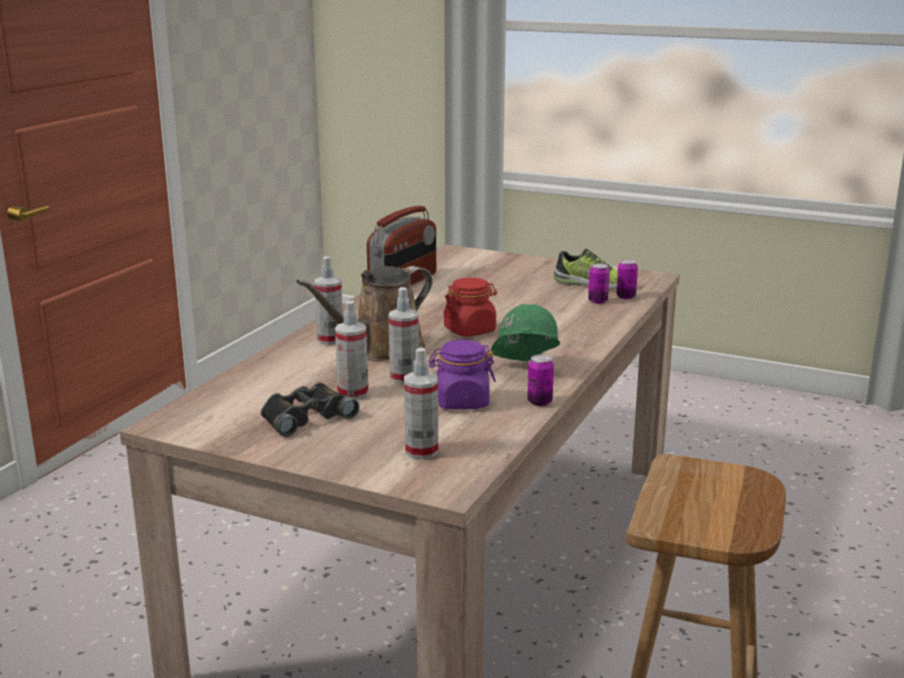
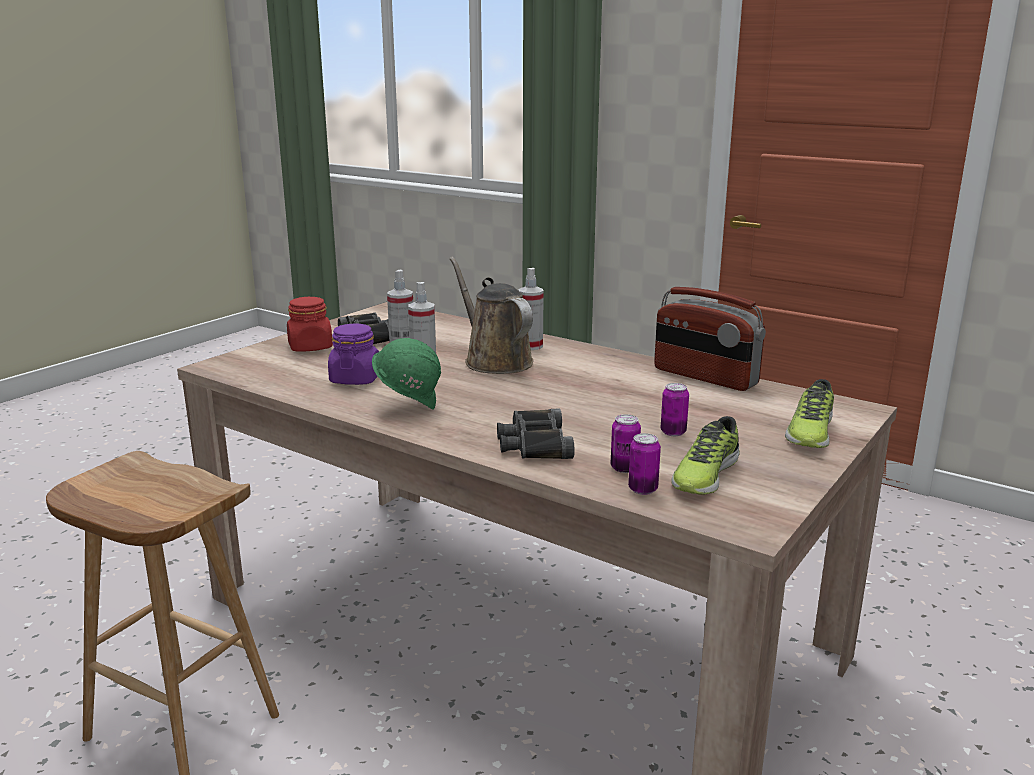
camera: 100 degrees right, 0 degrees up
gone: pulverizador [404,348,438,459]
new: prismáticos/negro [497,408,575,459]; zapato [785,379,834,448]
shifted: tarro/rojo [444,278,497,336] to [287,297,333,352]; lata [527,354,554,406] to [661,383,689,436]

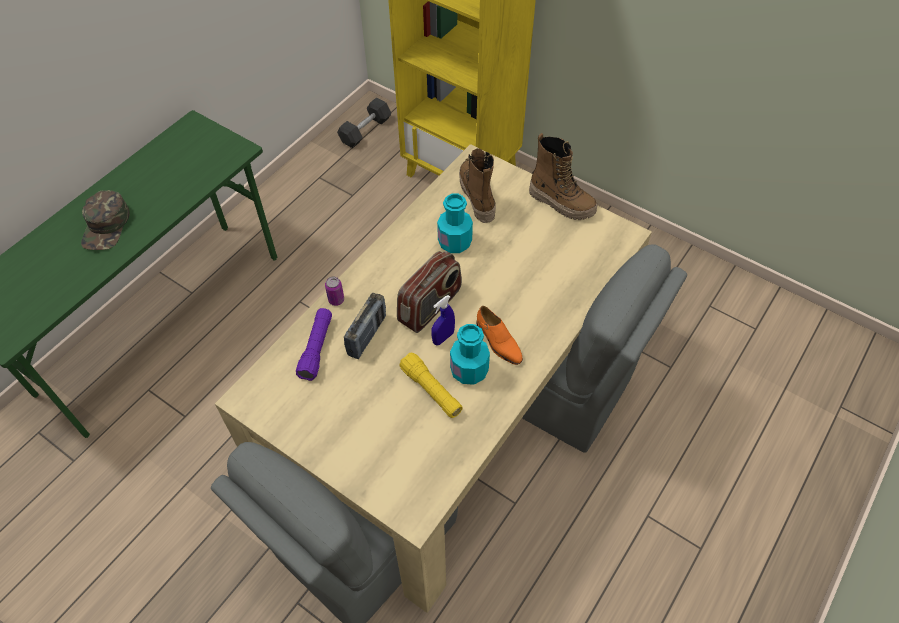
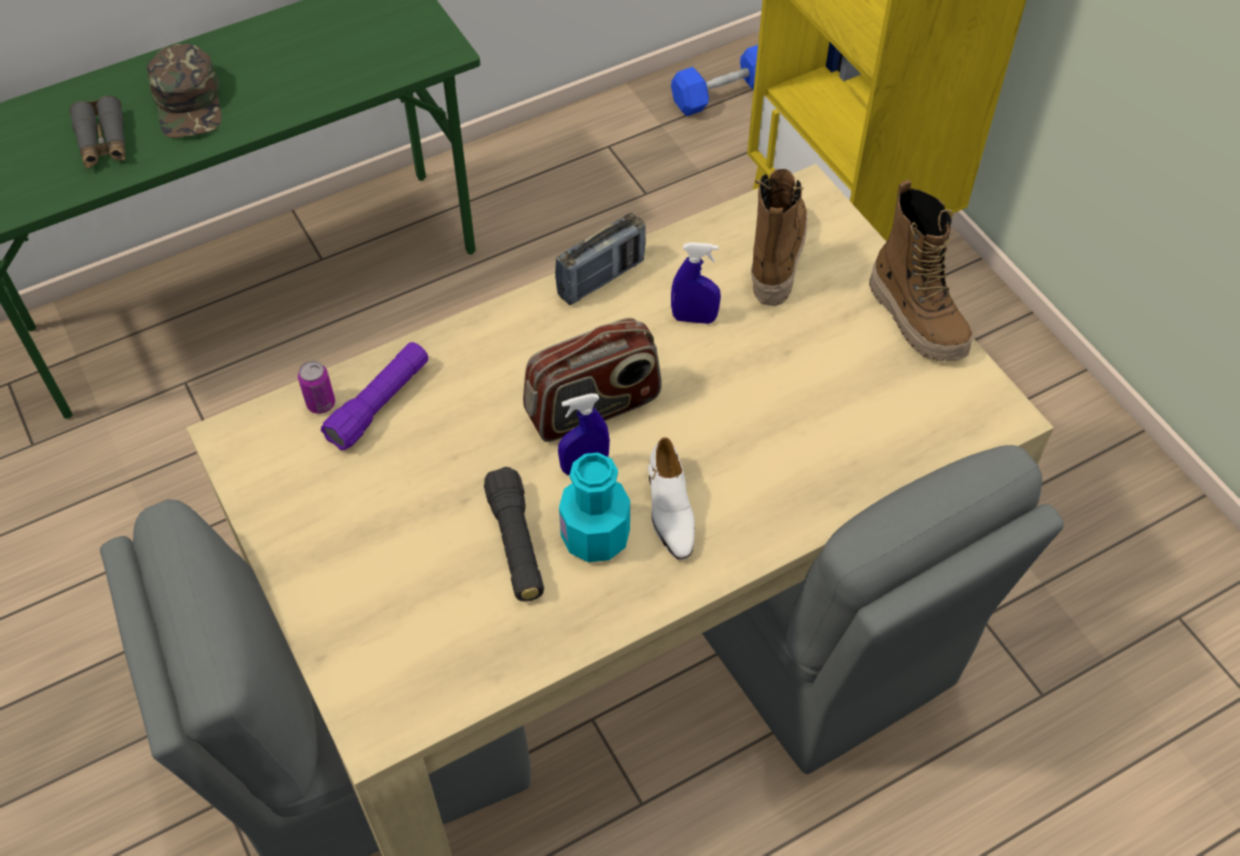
camera: 25 degrees right, 0 degrees up
new: prismáticos/gris [70,96,125,169]
shifted: lata [325,277,344,306] to [298,361,335,414]; radio [344,293,386,359] to [555,213,646,305]
swapped: botella/turquesa [437,193,473,253] to pulverizador/azul [671,242,721,324]
repainted: mancuerna/negro [337,97,392,148] to mancuerna/azul [671,45,758,116]; linterna/amarillo [399,353,463,418] to linterna/negro [484,467,544,602]; zapato/naranja [476,306,523,365] to zapato/blanco [647,437,695,560]
rotated: gorra/verde [81,190,130,250] = [147,43,221,138] 45 degrees counterclockwise

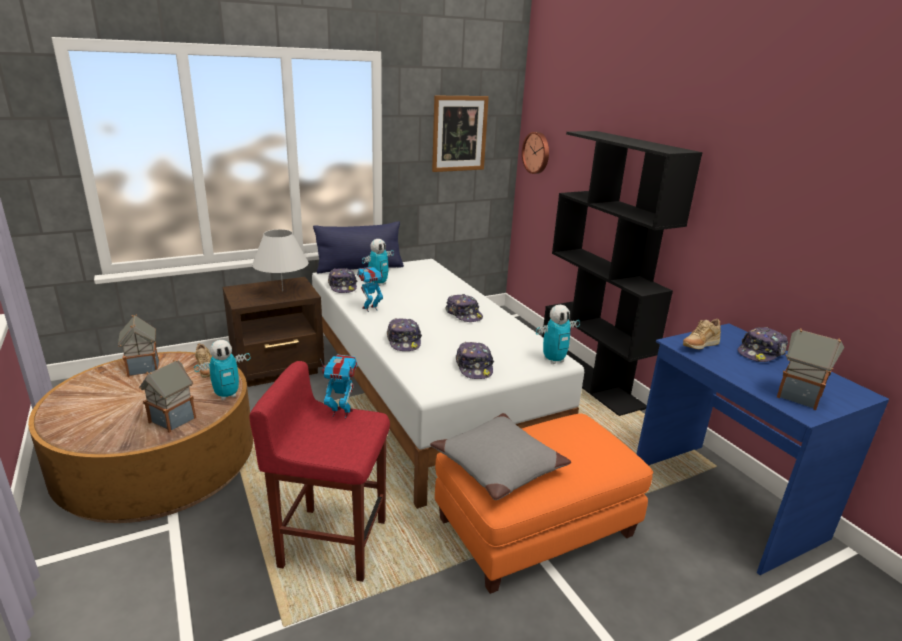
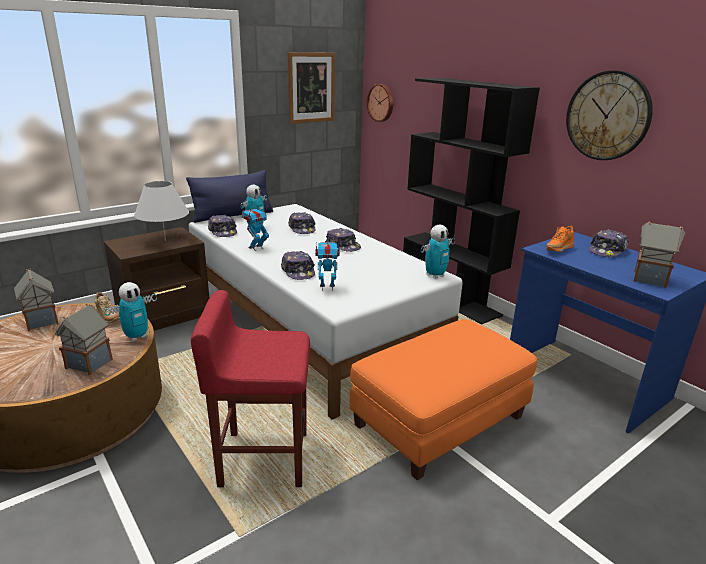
camera: 10 degrees left, 0 degrees up
gone: cojín/gris [430,413,571,500]
new: reloj de pared [566,70,653,160]
shifted: robot de juguete [320,355,358,419] to [315,242,340,291]; gorra [456,342,494,379] to [288,212,316,234]
repainted: zapato/beis [683,319,721,349] to zapato/naranja [546,226,574,252]

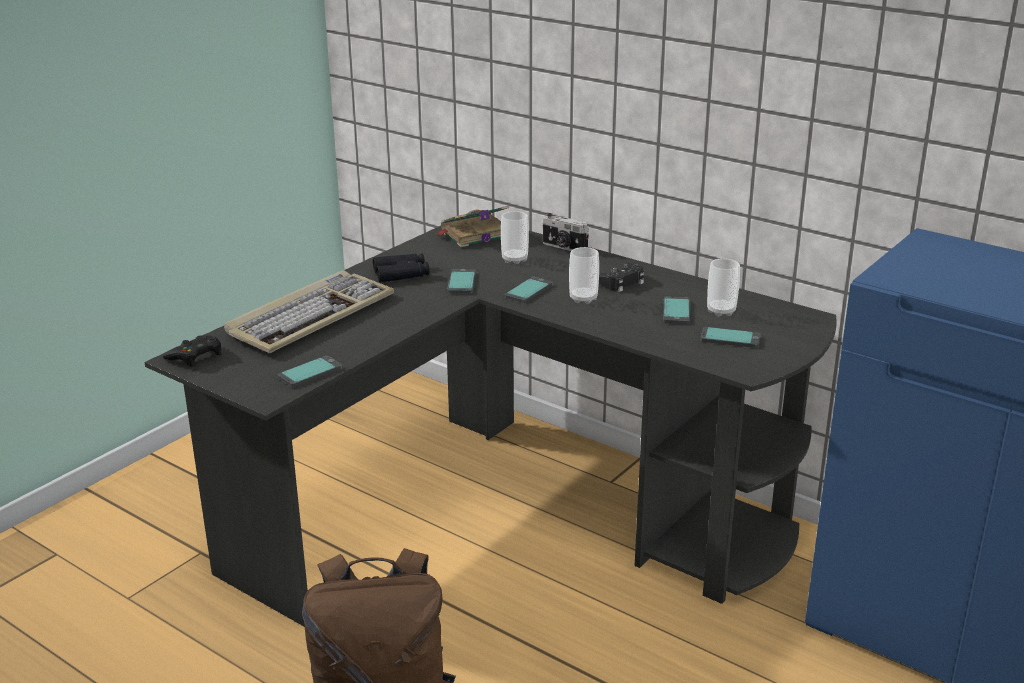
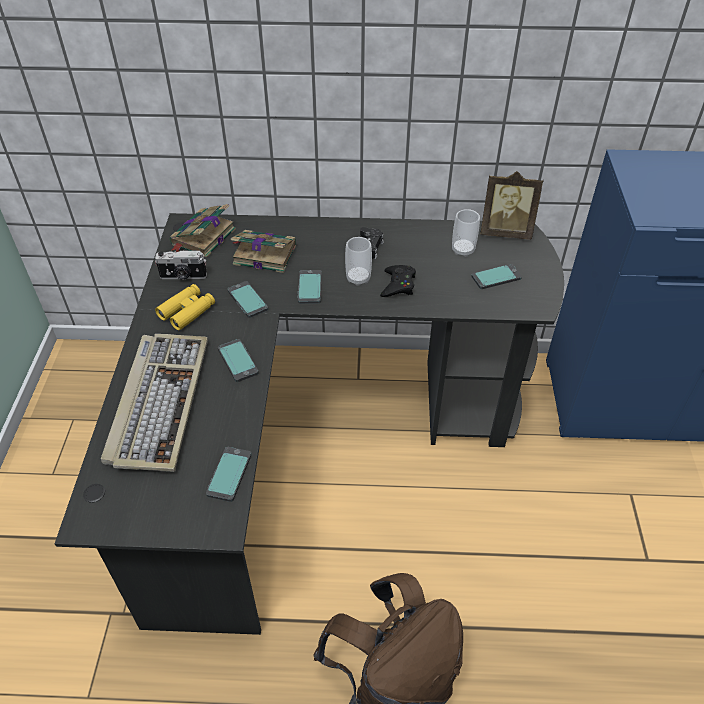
camera: 35 degrees left, 20 degrees up
new: portarretratos [480,171,543,240]
shifted: mando de consola/negro [163,335,221,367] to [380,265,416,297]; cámara [543,213,589,251] to [155,250,207,279]; móvil [663,297,690,324] to [218,339,259,382]
swapped: taza [501,211,529,264] to libro [231,230,296,273]
repainted: prismáticos/negro [373,253,430,282] to prismáticos/amarillo [155,284,215,330]

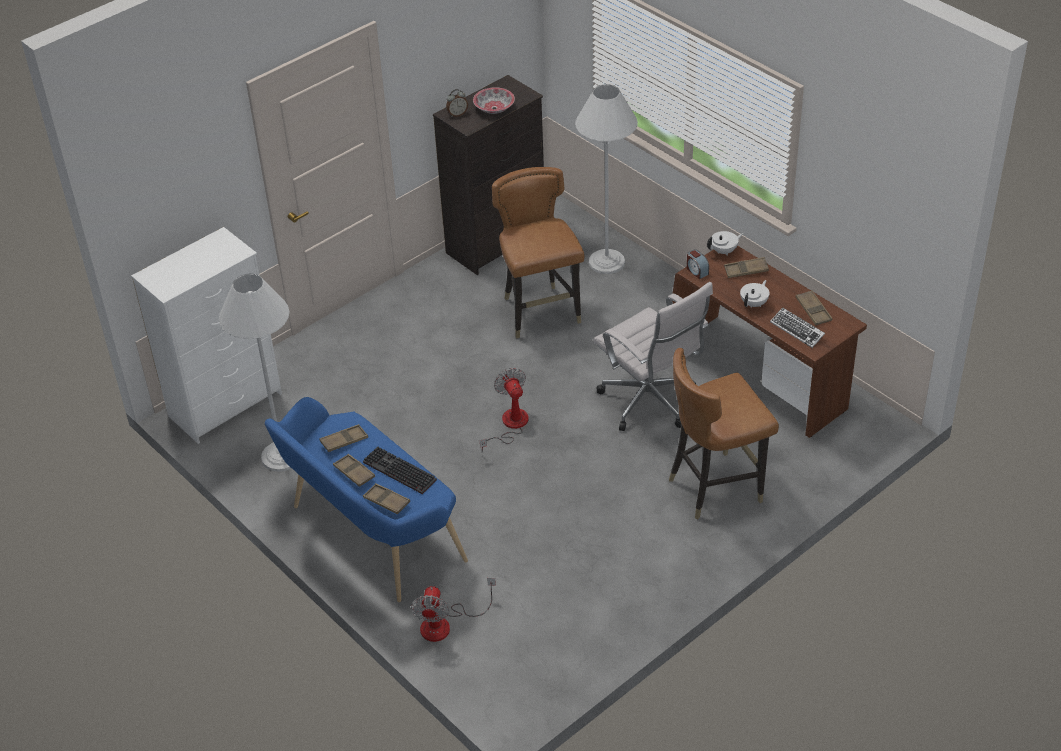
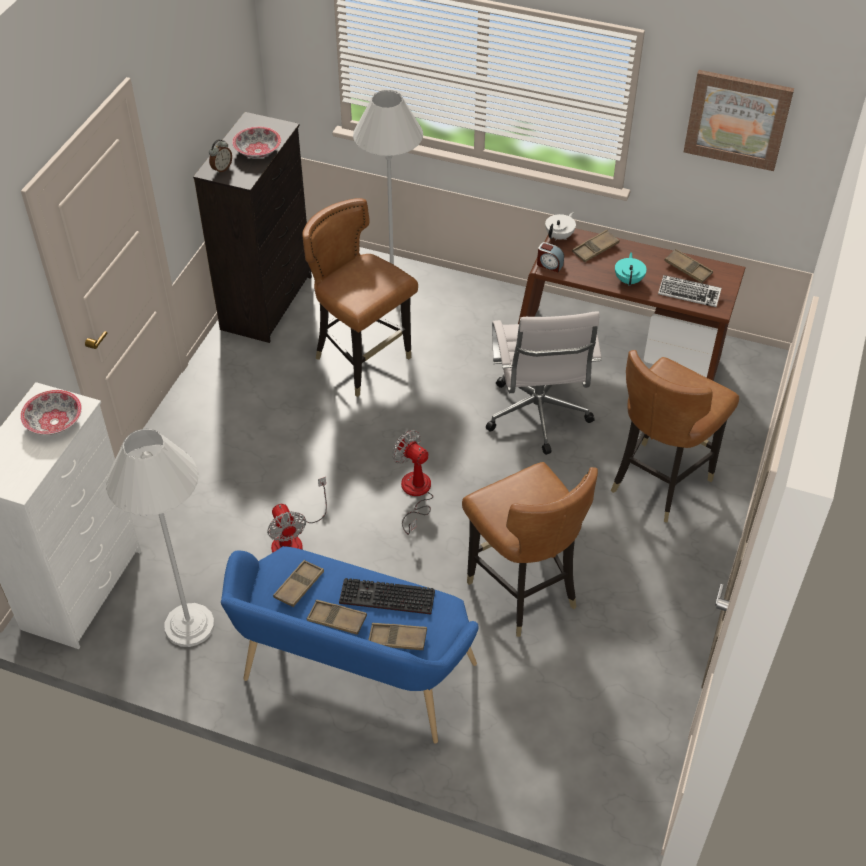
camera: 30 degrees left, 5 degrees up
new: cuenco [20,390,82,435]; silla/marrón [462,462,598,637]; cuadro [684,70,794,171]
shifted: ventilador [411,578,496,642] to [267,477,327,553]
repainted: tetera/blanco [740,280,770,308] to tetera/turquesa [615,252,647,286]
rotated: silla de oficina/blanco [593,282,713,431] = [486,312,601,455] 60 degrees clockwise

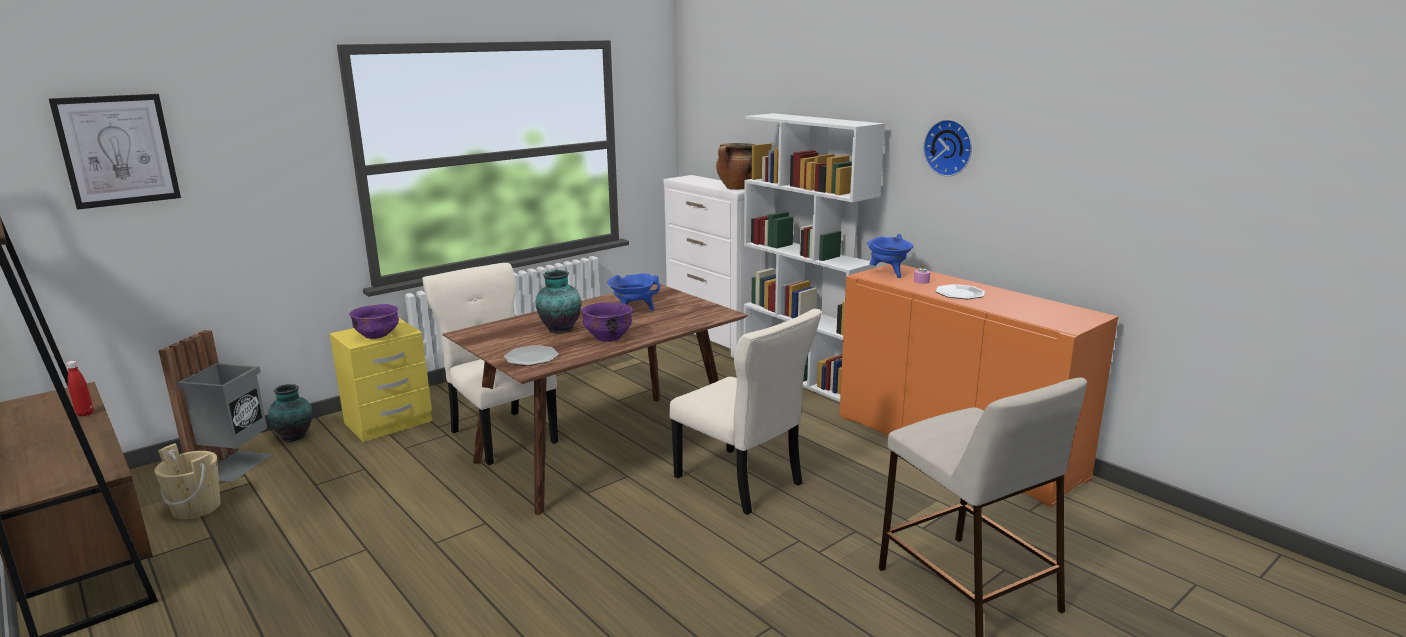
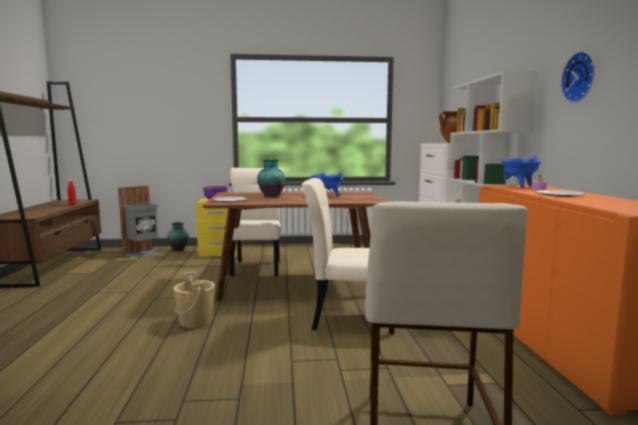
camera: 35 degrees right, 10 degrees down
gone: cuadro [49,94,181,210]; cuenco/morado [581,302,633,342]
shifted: cubo/beis [154,443,220,519] to [174,272,215,328]
rotated: silla/beis [669,309,822,515] = [302,178,394,334] 105 degrees clockwise

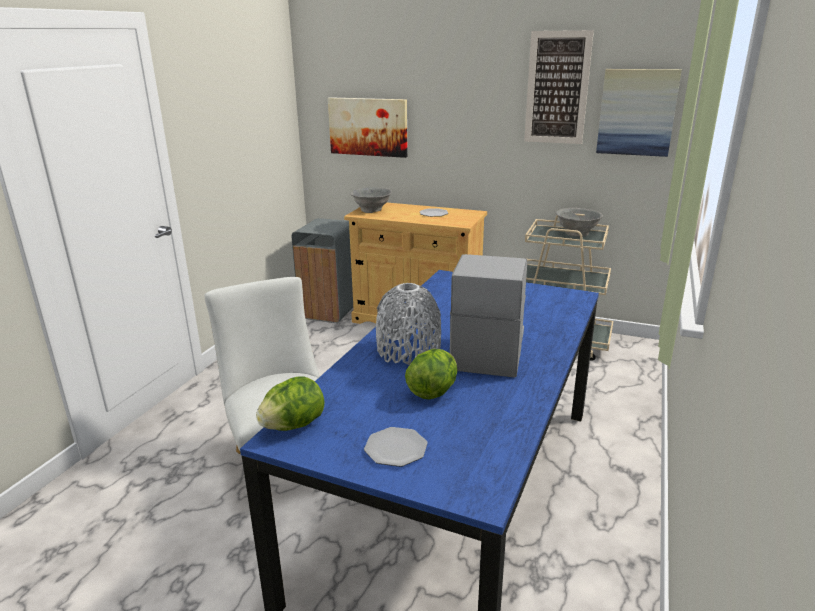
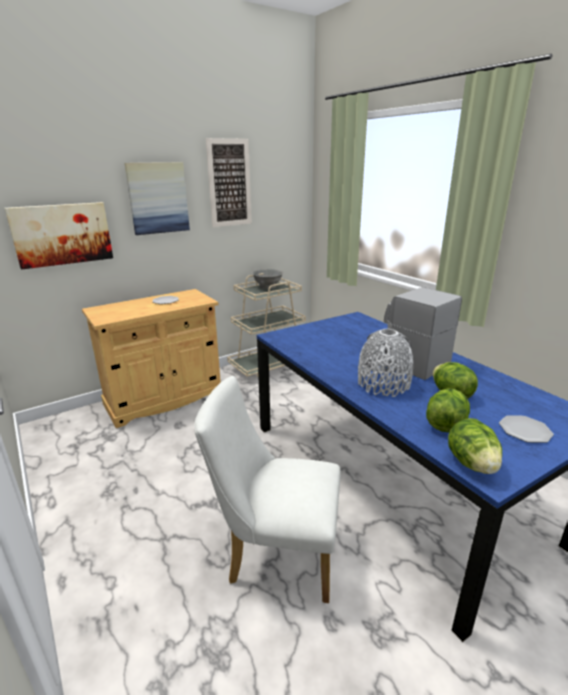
camera: 55 degrees left, 0 degrees up
gone: papelera/gris [292,218,353,323]; cuenco/gris [350,187,392,213]
new: lechuga [426,388,470,432]
shifted: cuadro [596,69,682,157] to [125,162,190,235]

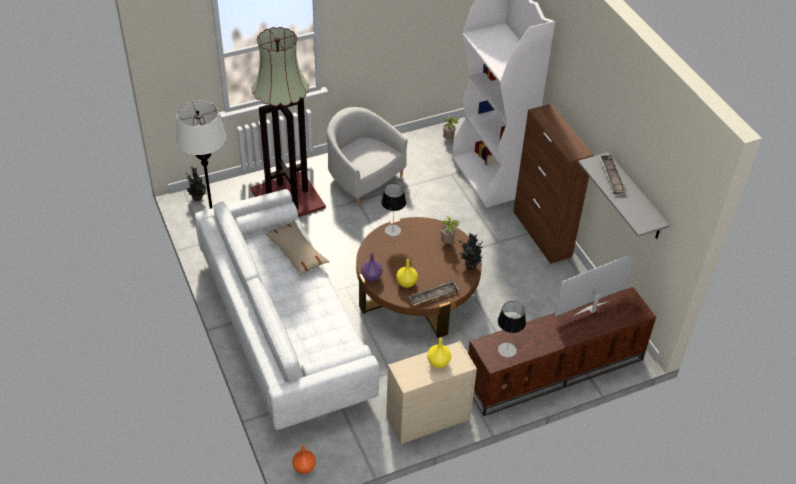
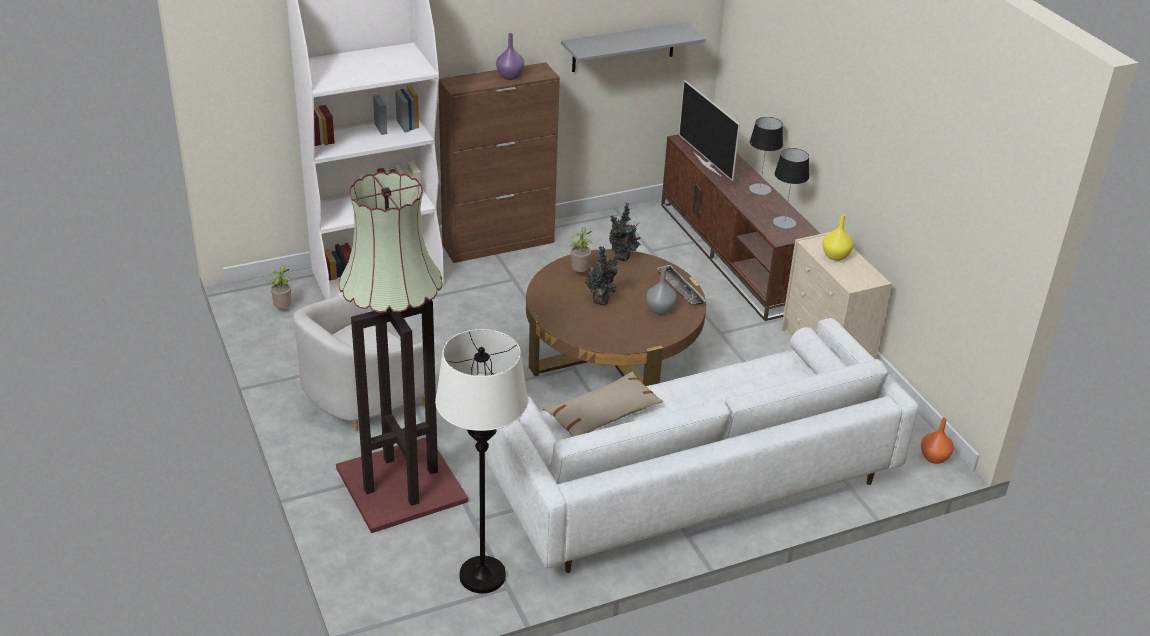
camera: 90 degrees left, 10 degrees down
gone: bandeja [599,155,627,194]
shifted: planta en maceta [186,166,207,201] to [583,246,618,305]; florero/morado [361,253,382,281] to [496,33,525,80]; lámpara de mesa [381,183,406,236] to [749,117,783,195]
repainted: florero/amarillo [396,259,418,288] to florero/gris [646,268,676,315]

